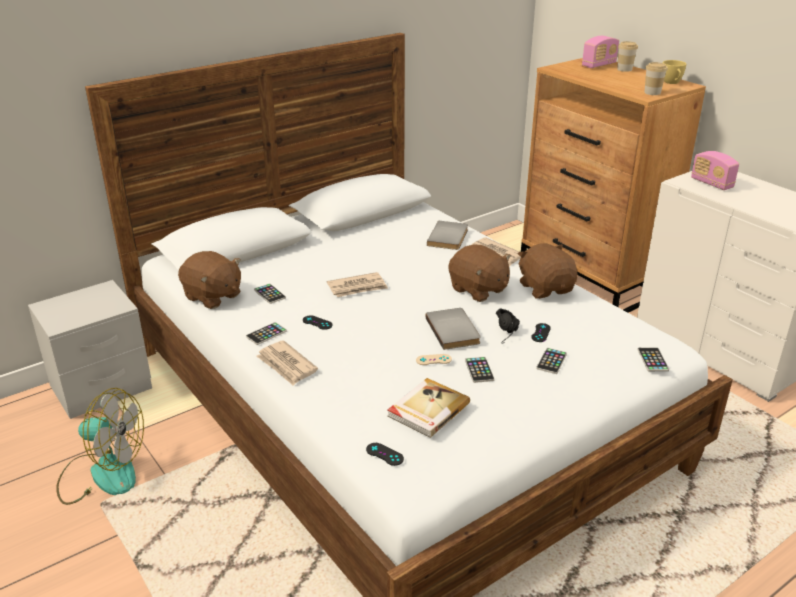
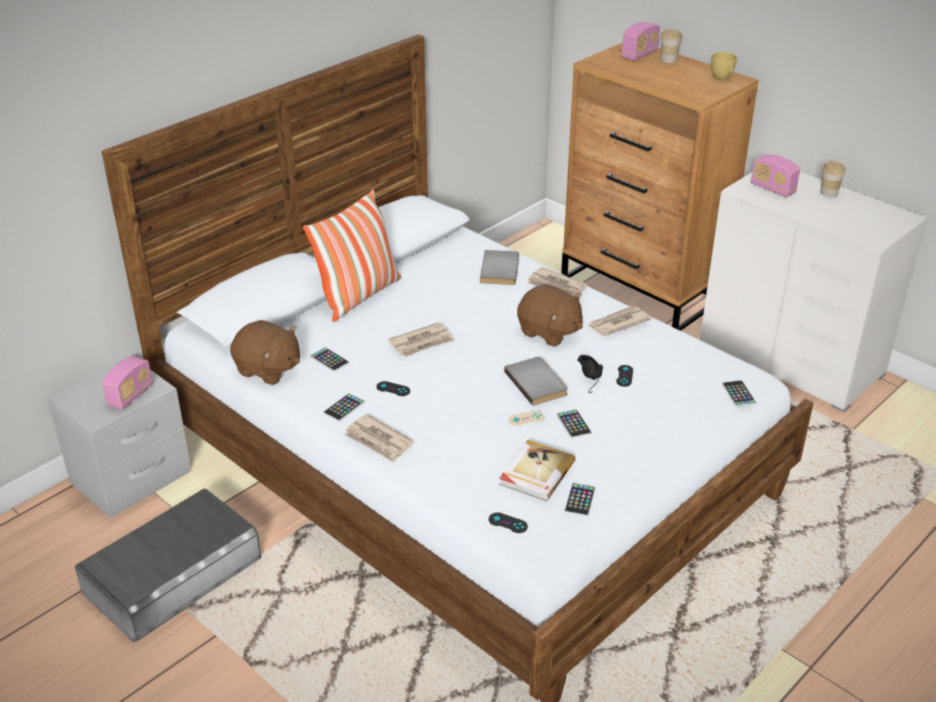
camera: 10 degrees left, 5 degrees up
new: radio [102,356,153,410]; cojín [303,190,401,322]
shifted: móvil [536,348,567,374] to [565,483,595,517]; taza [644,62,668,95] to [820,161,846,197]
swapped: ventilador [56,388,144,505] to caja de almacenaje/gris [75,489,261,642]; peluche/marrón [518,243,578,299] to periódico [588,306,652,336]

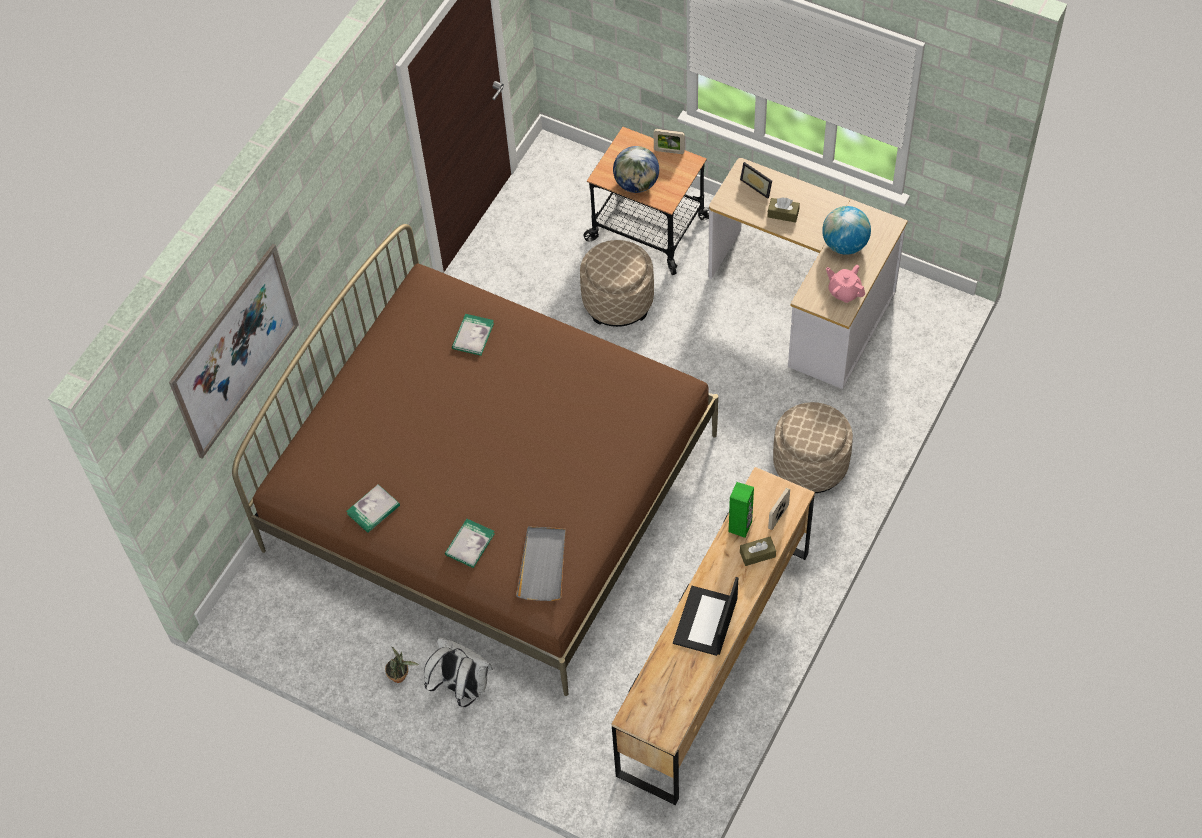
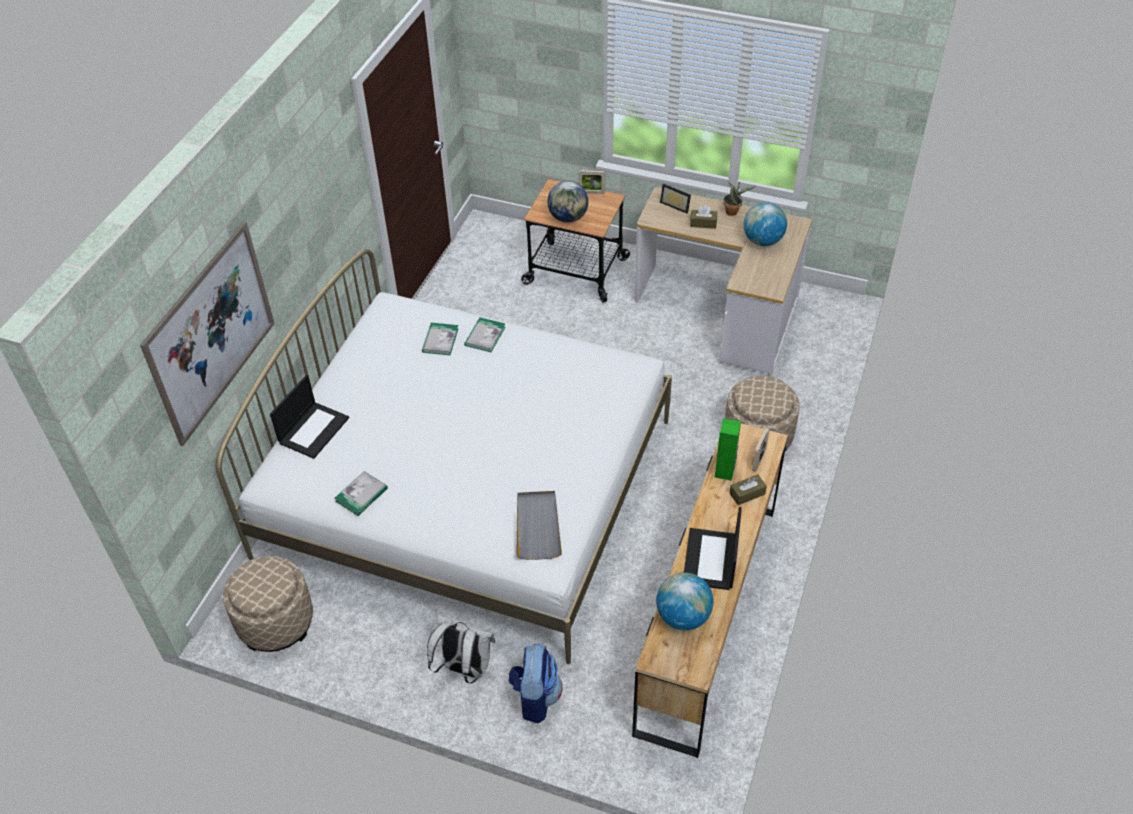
camera: 10 degrees left, 10 degrees down
gone: tetera/rosa [826,265,865,303]
new: portátil [270,374,349,459]; mochila [509,643,563,723]; globo terráqueo [656,573,713,630]
shifted: planta en maceta [385,647,419,683] to [723,182,756,216]; libro [445,519,495,568] to [464,317,505,352]; puf/beis [580,240,654,327] to [223,556,313,652]
repainted: cama/marrón [232,224,718,696] to cama/blanco [216,249,672,664]

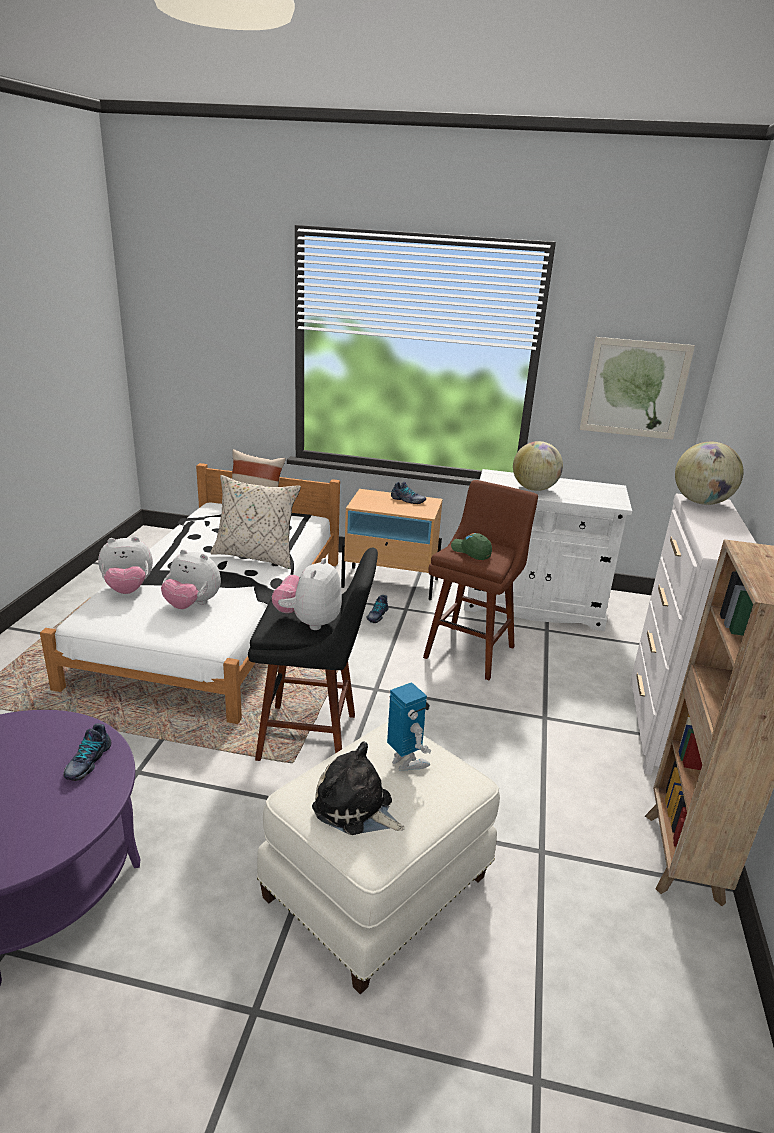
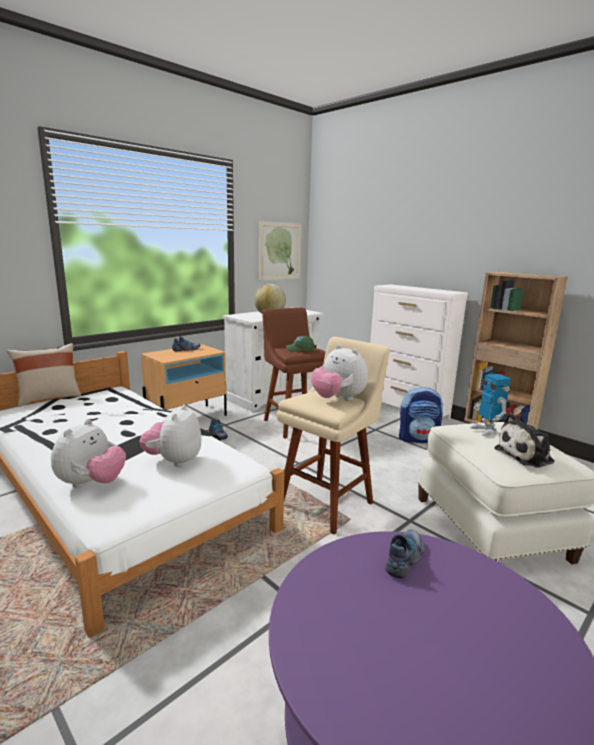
camera: 55 degrees left, 10 degrees down
gone: cojín/beis [211,475,301,569]; globo terráqueo [675,442,743,505]
new: mochila [399,387,443,443]
repainted: taburete/negro [248,548,378,761] to taburete/beis [276,337,390,535]
rotated: zapato [64,723,111,781] = [385,530,424,578] 105 degrees counterclockwise; peluche [161,549,221,609] = [140,405,201,467] 135 degrees clockwise; robot de juguete [387,682,431,771] = [470,374,511,436] 105 degrees counterclockwise

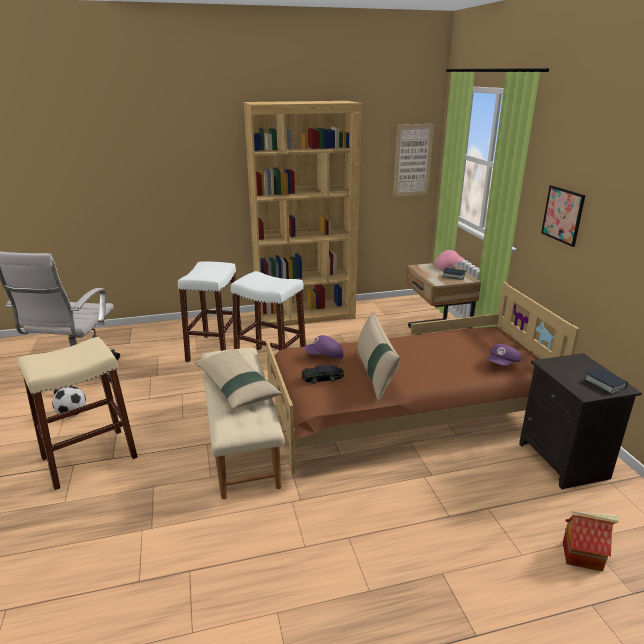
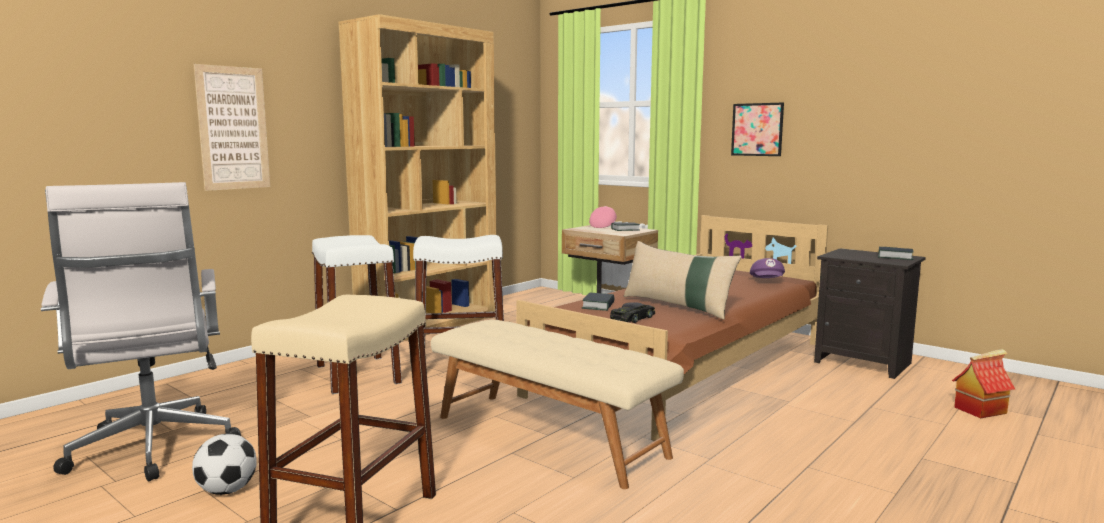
camera: 35 degrees left, 15 degrees down
gone: cojín/beis [194,350,282,409]
shifted: cuadro [393,124,434,196] to [194,64,270,191]
swapped: gorra/morado [304,335,343,359] to libro [582,293,615,311]

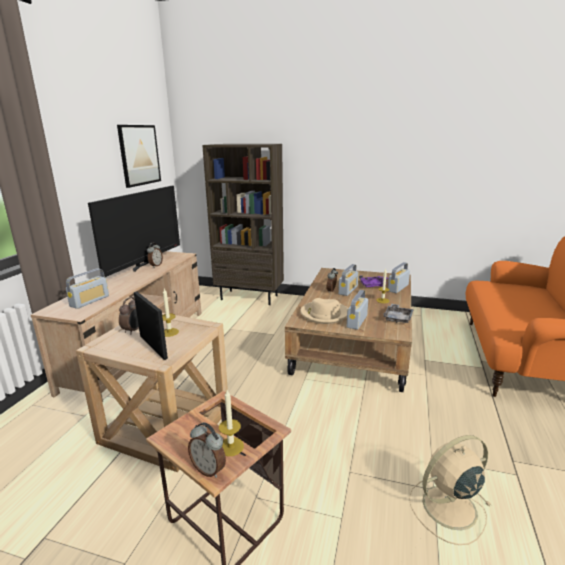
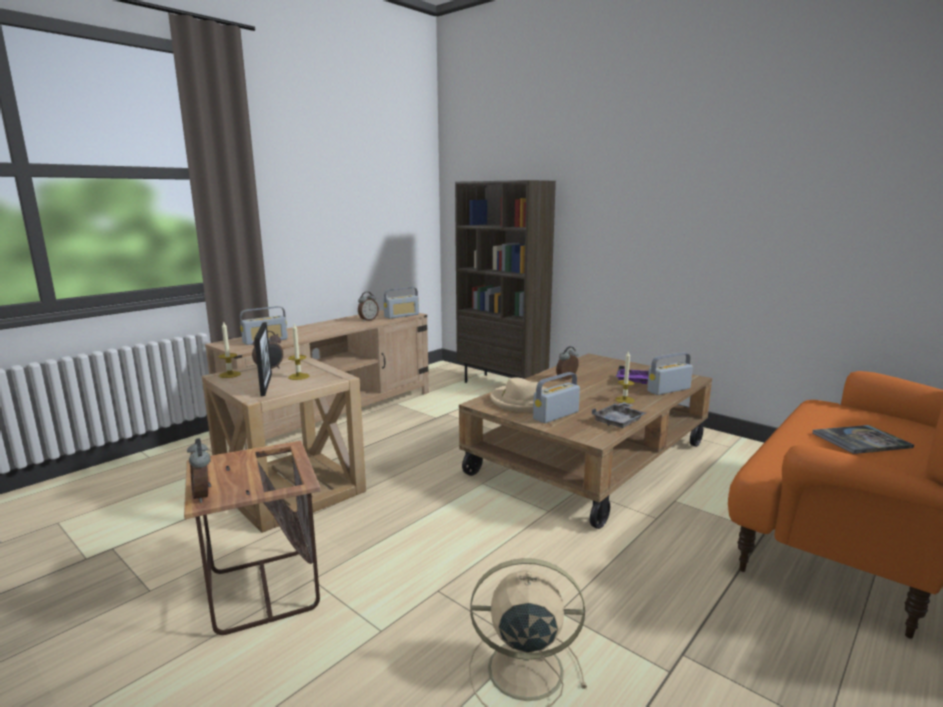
camera: 25 degrees right, 5 degrees down
gone: televisor [88,186,180,277]; cuadro [117,125,161,188]
new: libro [813,425,914,454]
shifted: vela [219,390,244,456] to [218,321,241,378]; radio [338,264,359,296] to [383,287,419,319]

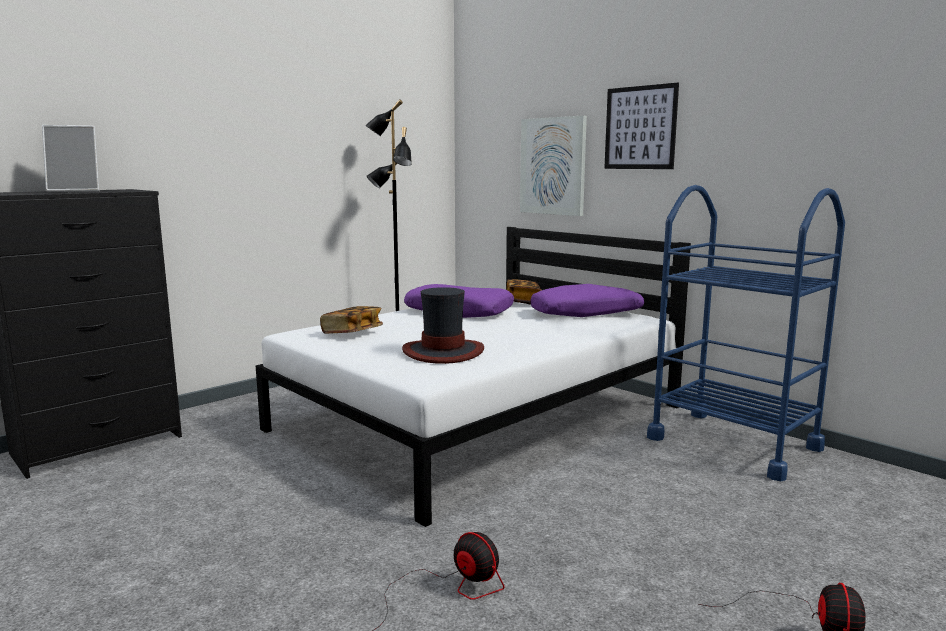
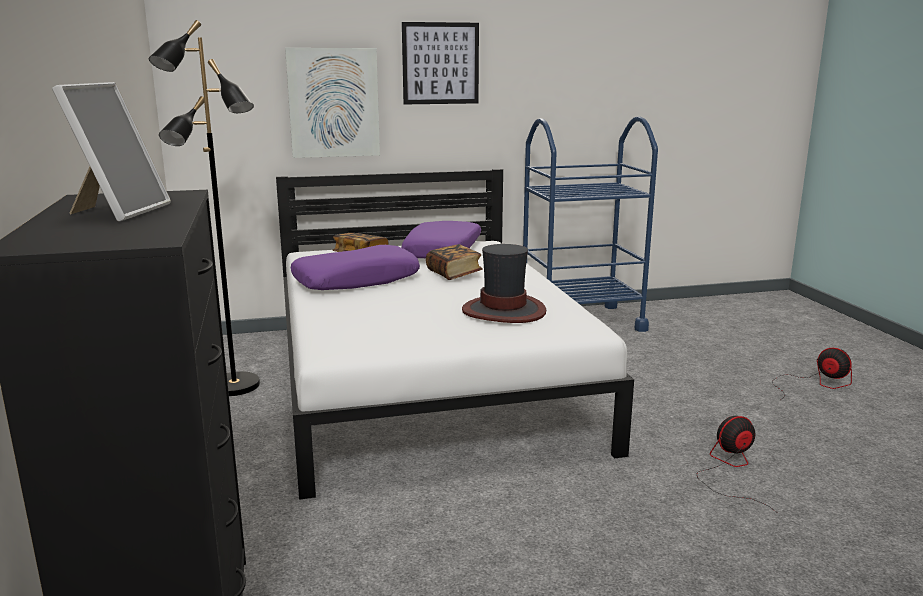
camera: 60 degrees left, 5 degrees up
shifted: libro [320,306,383,334] to [426,244,483,280]

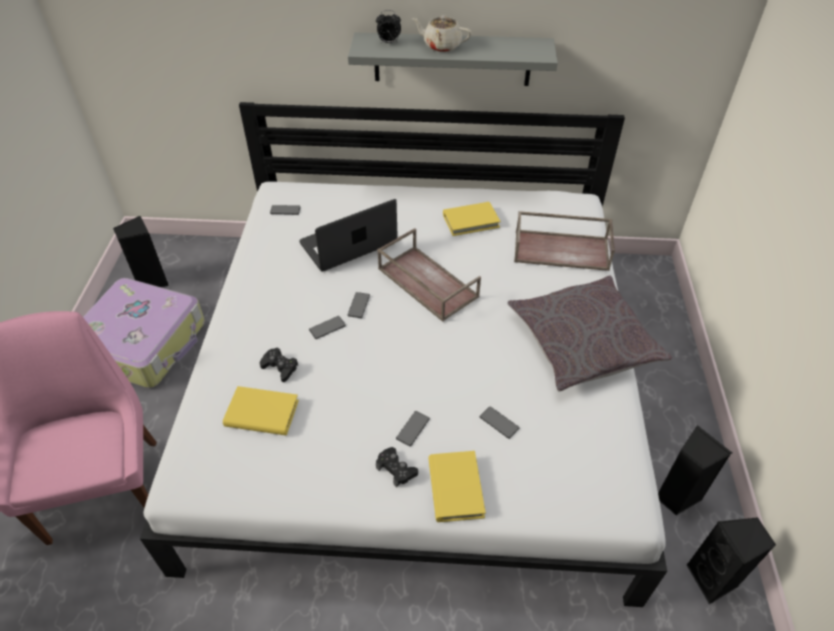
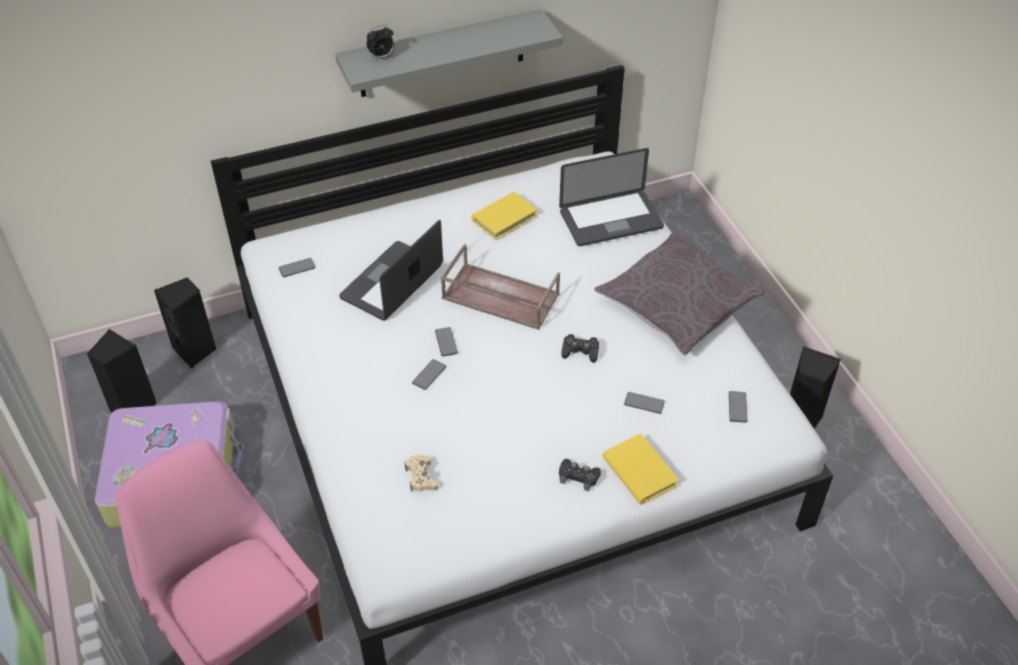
camera: 25 degrees left, 0 degrees up
gone: tetera/beis [412,15,472,52]
shifted: mando de consola/negro [260,348,298,382] to [561,334,599,363]; móvil [396,411,430,446] to [729,391,747,423]; altavoz/negro [686,517,776,605] to [154,277,216,369]
swapped: libro/amarillo [223,386,299,435] to mando de consola/beis [405,455,438,492]; bandeja/marrón [514,211,615,271] to portátil [559,148,664,246]

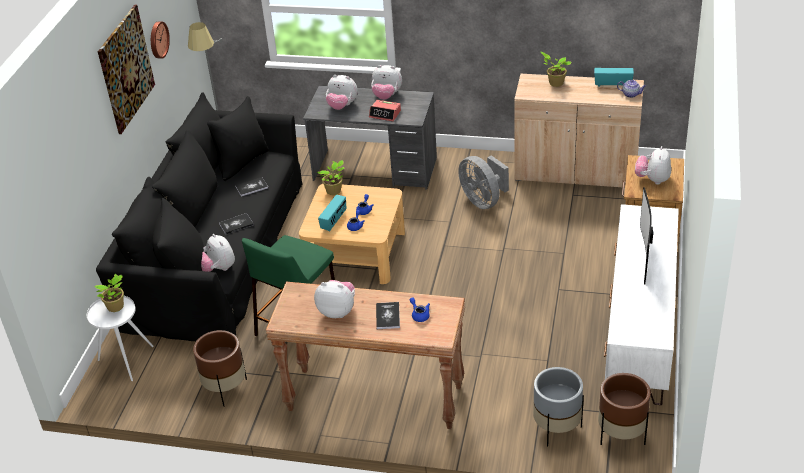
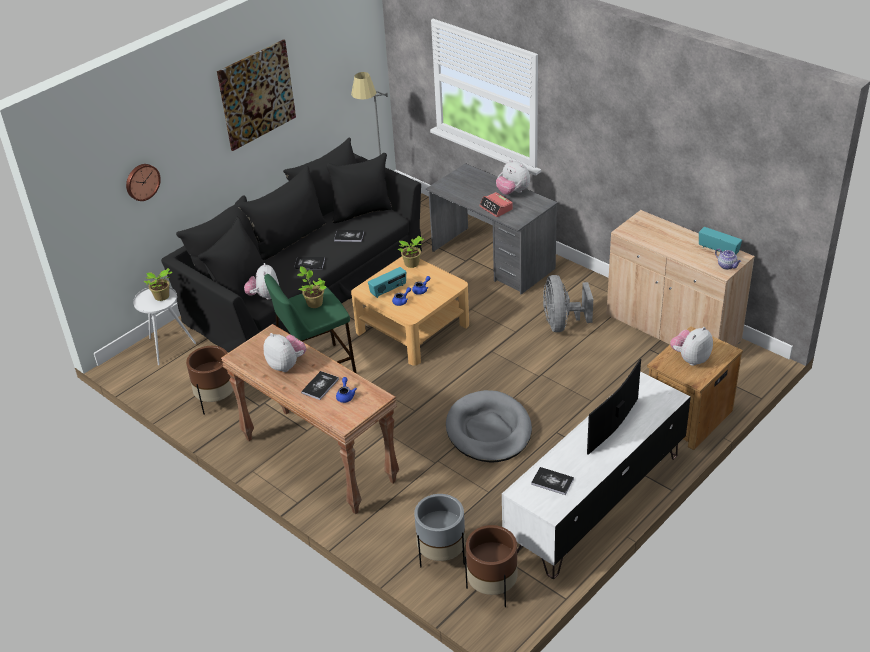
camera: 30 degrees right, 0 degrees up
gone: peluche [326,75,358,110]
new: cama para perro/gris [446,390,532,463]; libro [531,467,574,495]
shifted: reloj de pared [151,21,170,59] to [126,164,161,201]; planta en maceta [541,52,571,87] to [297,266,327,308]

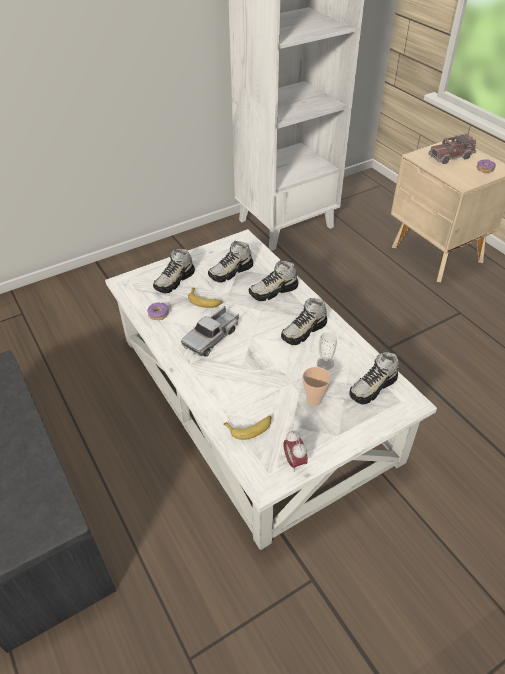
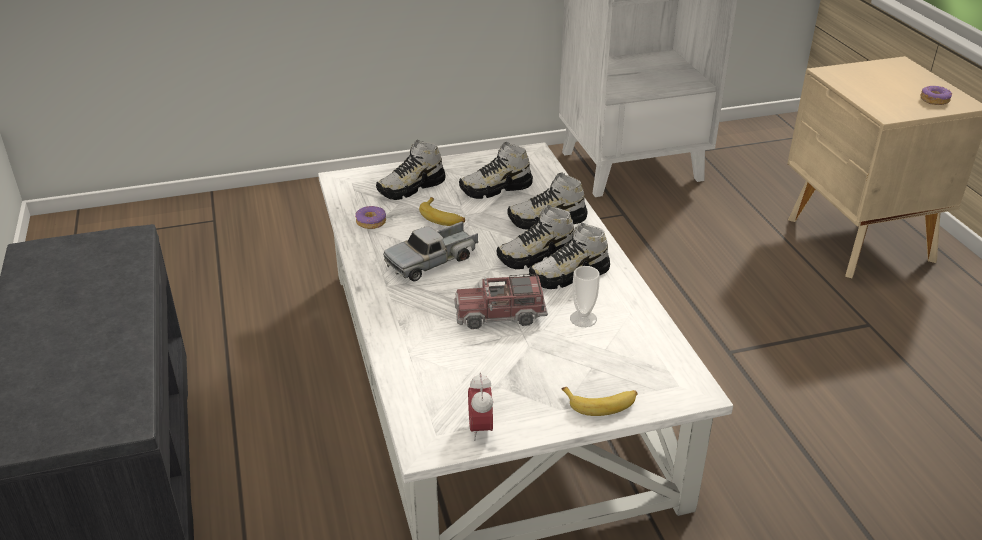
camera: 15 degrees right, 10 degrees down
gone: taza [303,367,331,406]
shifted: plátano [223,416,272,440] to [561,387,638,416]; zapato [349,352,399,404] to [496,205,574,269]; camión de juguete [428,133,477,164] to [454,274,548,329]

